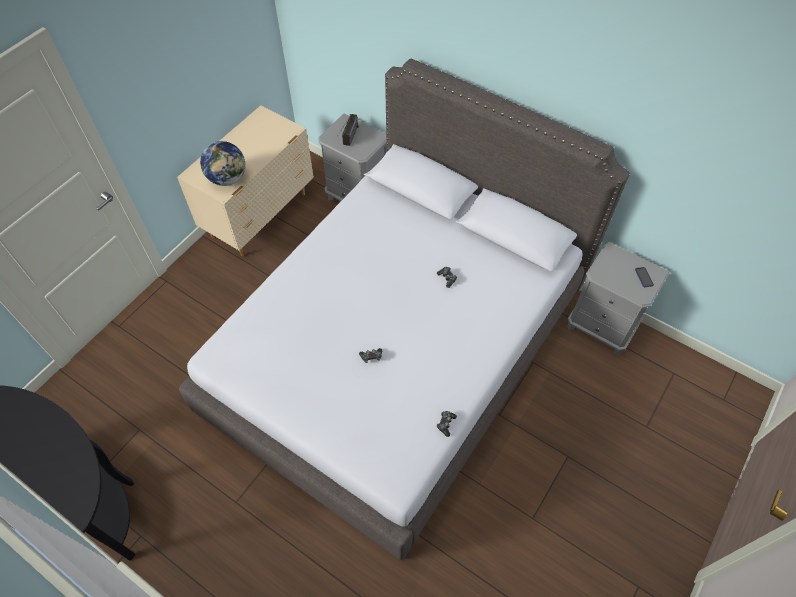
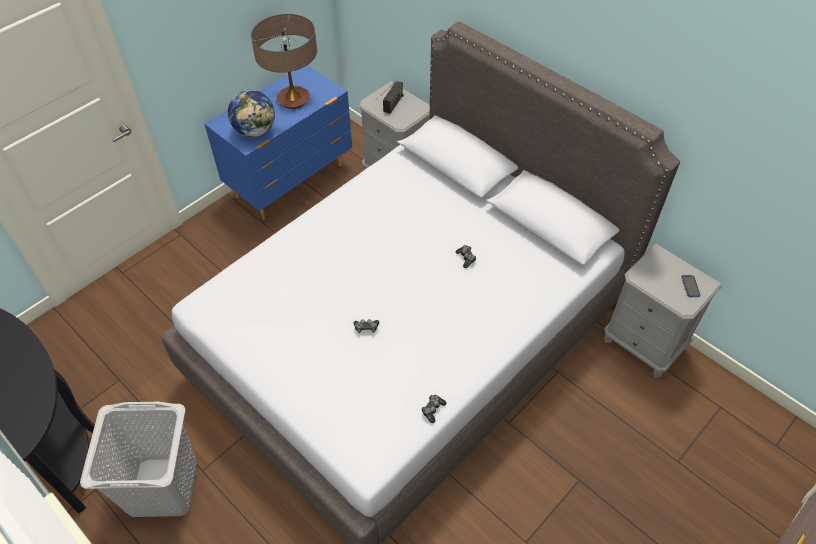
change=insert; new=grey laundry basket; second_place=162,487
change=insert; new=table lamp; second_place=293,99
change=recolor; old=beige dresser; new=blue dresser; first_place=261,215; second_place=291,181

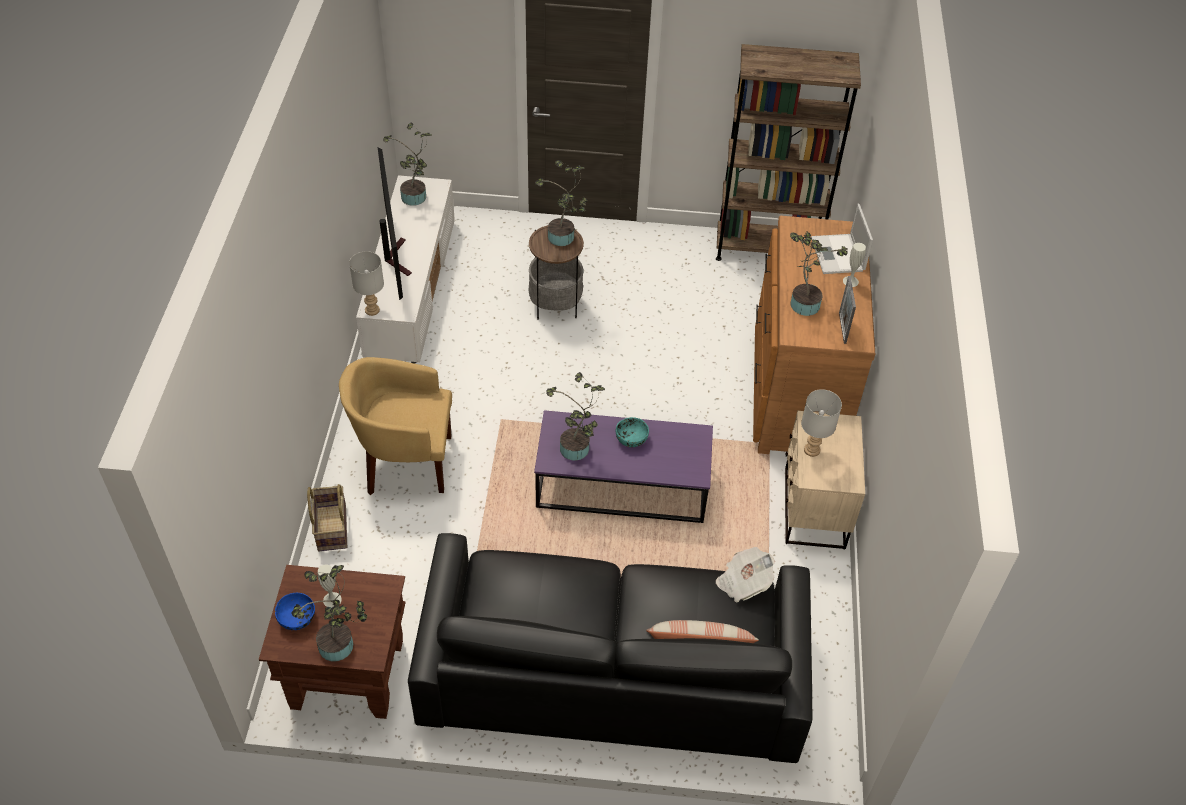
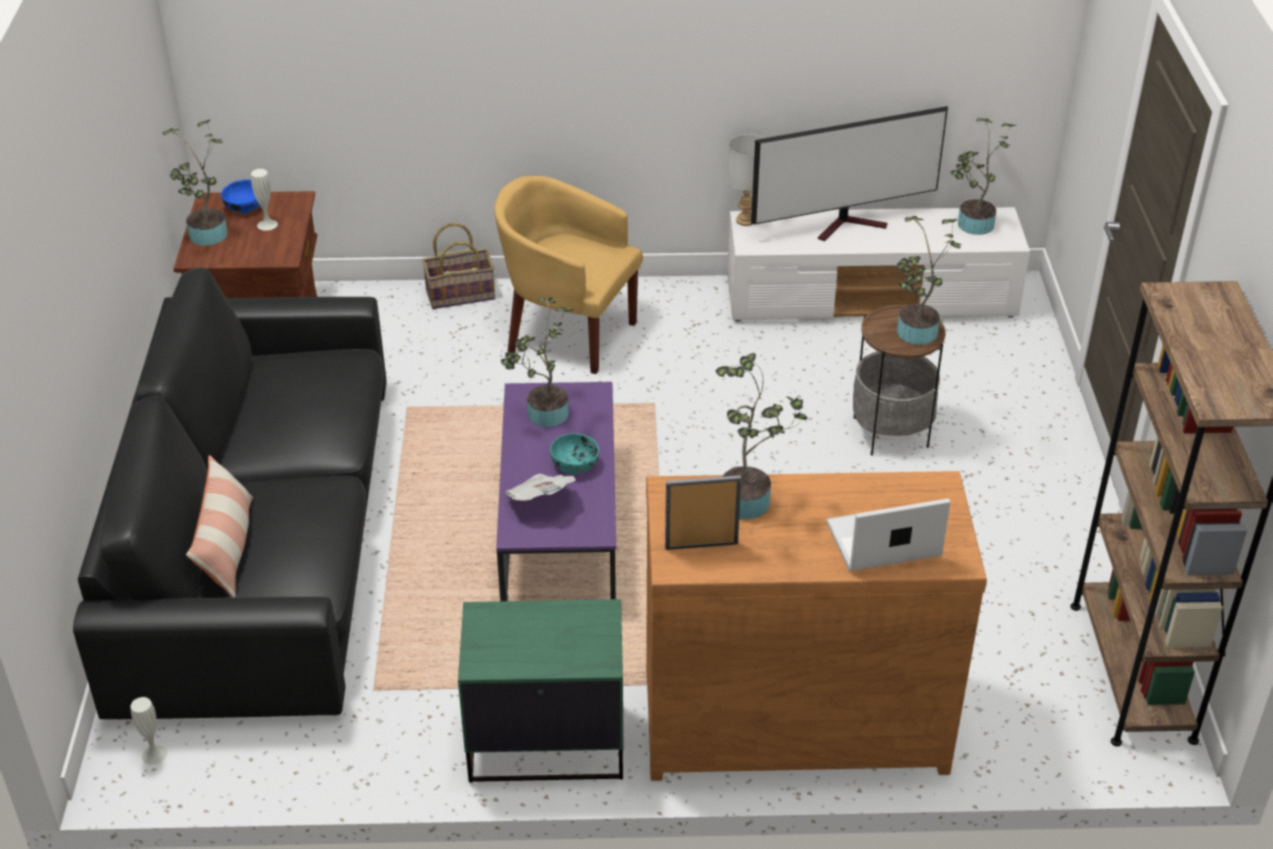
change=delete; old=grey table lamp; first_place=811,450
change=move; old=newspaper; first_place=743,582; second_place=541,500
change=move; old=white vase; first_place=850,281; second_place=154,754
change=recolor; old=beige nightstand; new=green nightstand; first_place=813,508; second_place=545,741
change=rotate; old=yellow armchair; first_place=405,462; second_place=567,334; degrees=-60

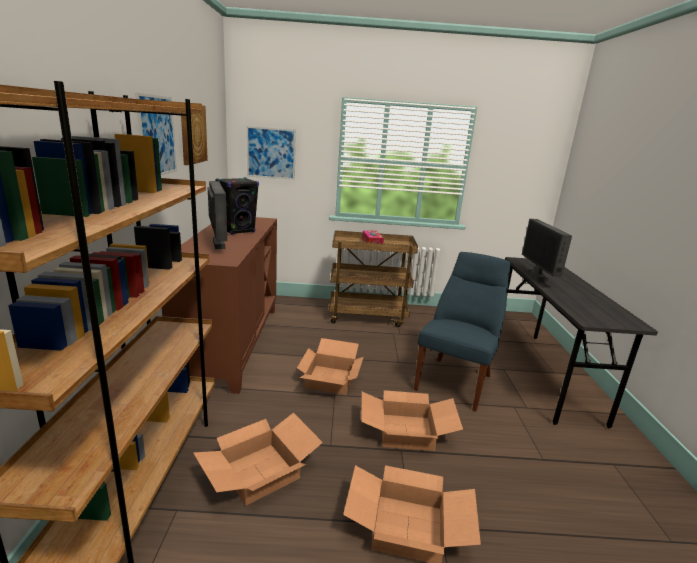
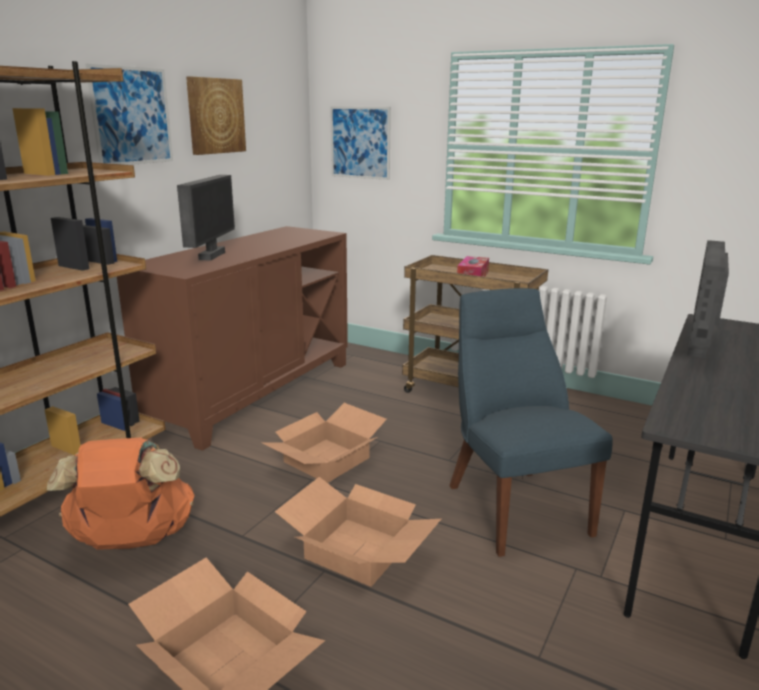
change=delete; old=black speaker; first_place=238,231
change=replace; old=cardboard box; new=orange backpack; first_place=259,474; second_place=132,541
change=rotate; old=blue chair; first_place=455,381; second_place=513,506; degrees=-75

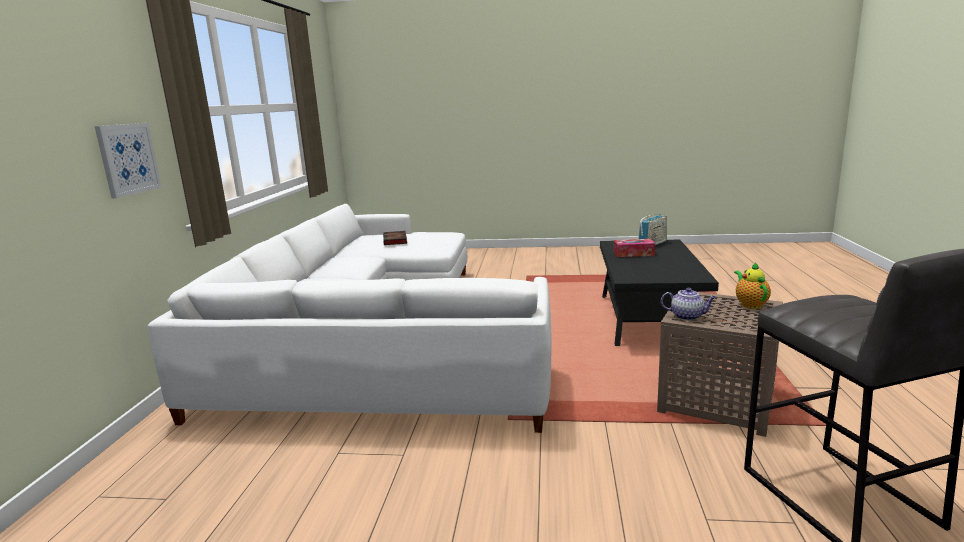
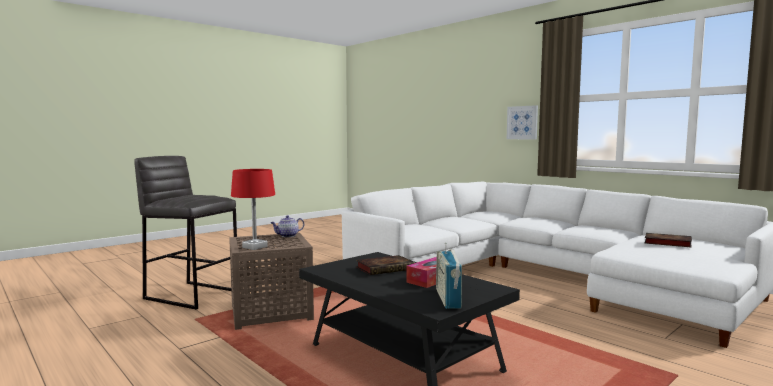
change=insert; new=book; second_place=386,268
change=replace; old=teapot; new=red table lamp; first_place=750,304; second_place=254,247

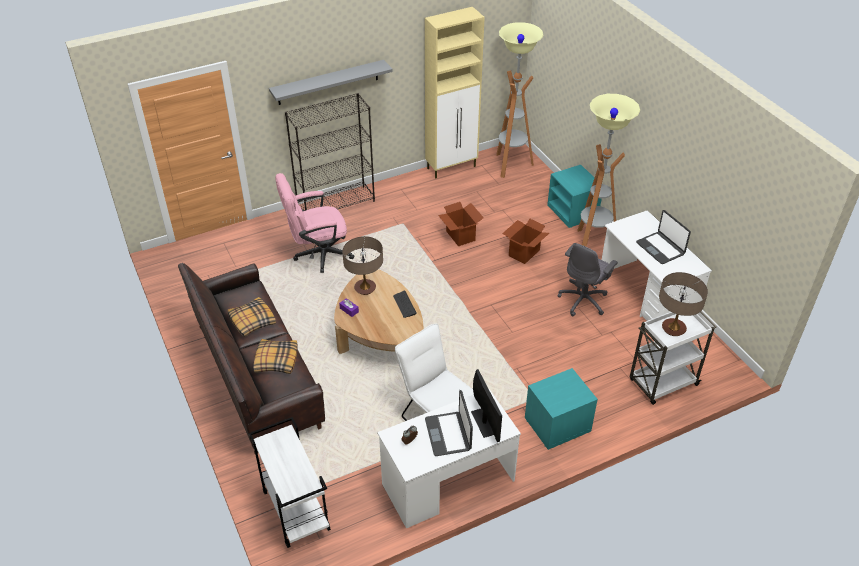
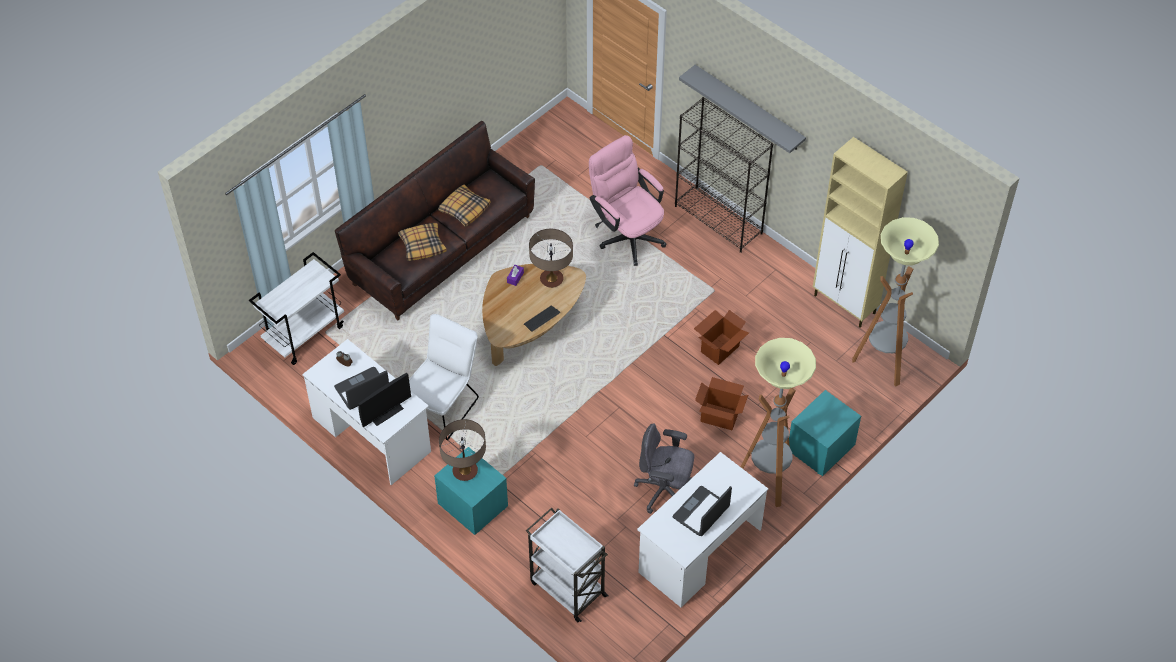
change=move; old=table lamp; first_place=673,329; second_place=465,471

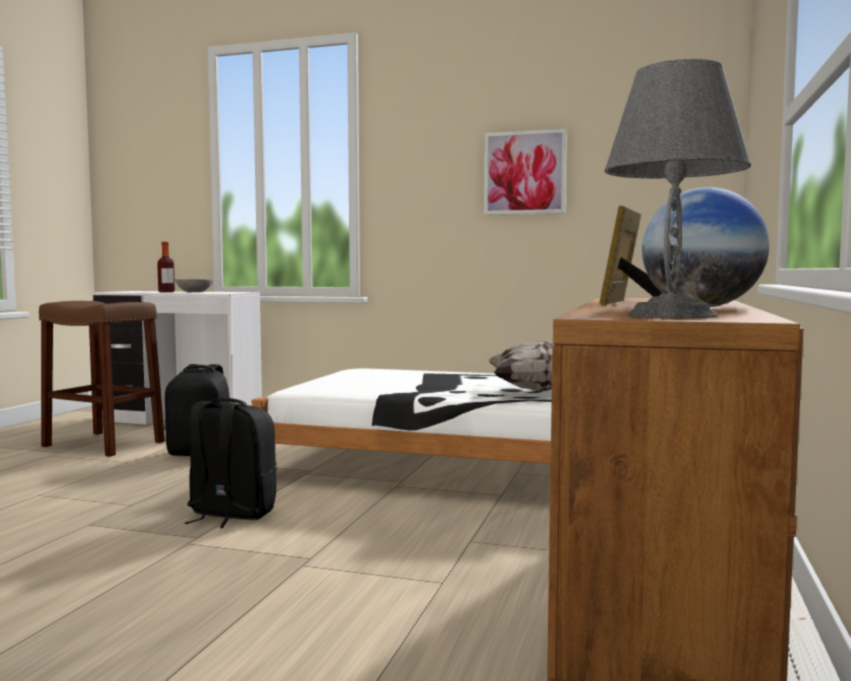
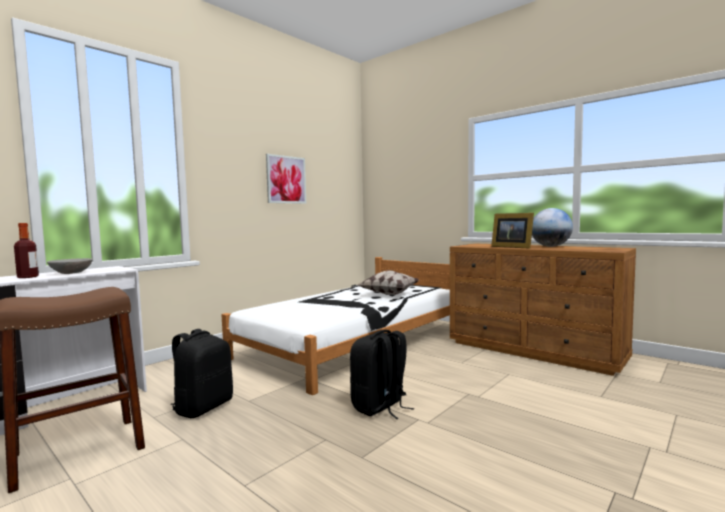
change=delete; old=grey table lamp; first_place=672,315

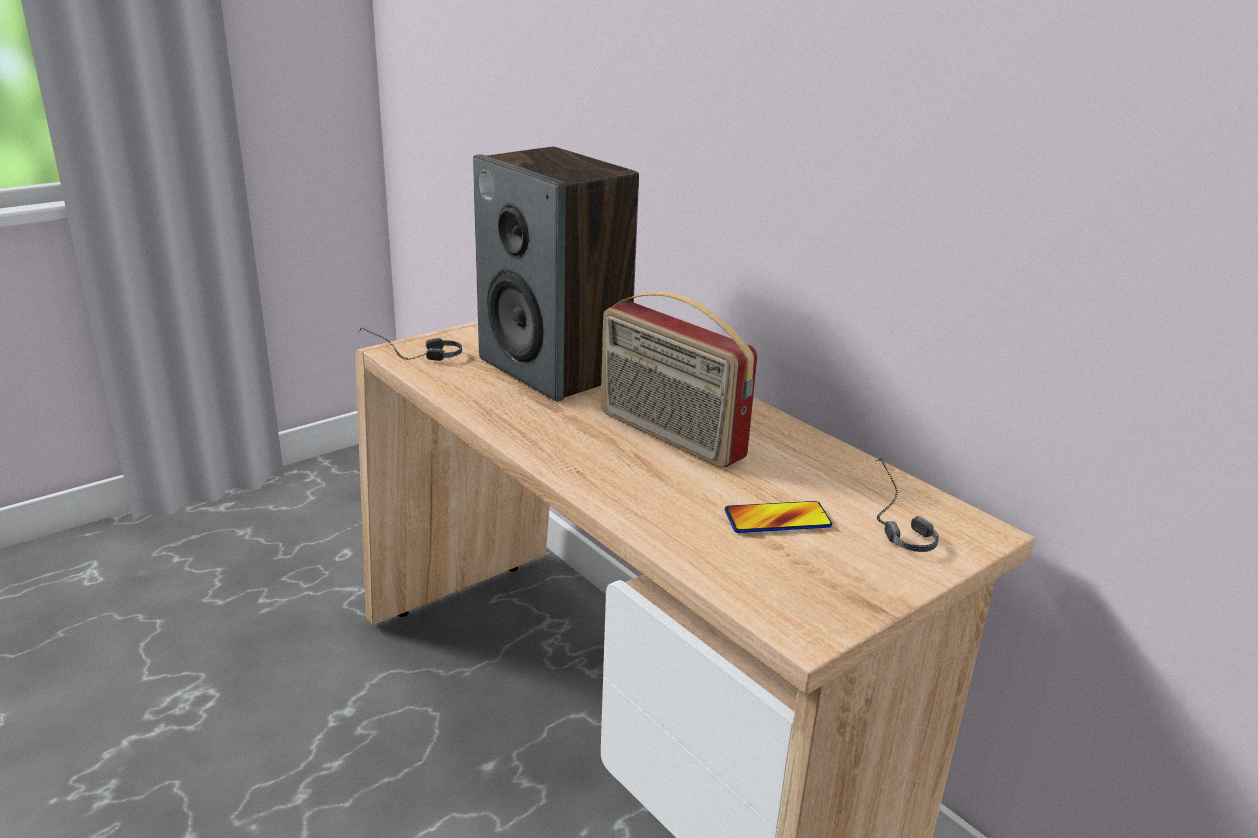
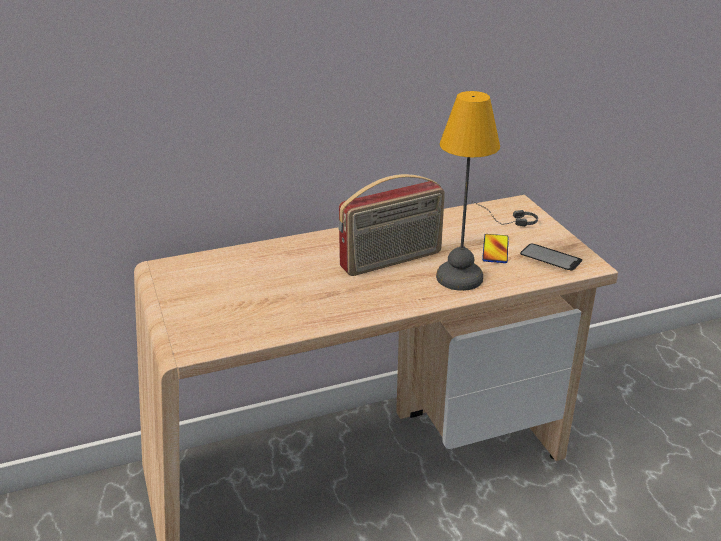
change=delete; old=headphones; first_place=411,356
change=delete; old=speaker; first_place=555,368
change=insert; new=table lamp; second_place=461,278
change=insert; new=phone; second_place=550,259

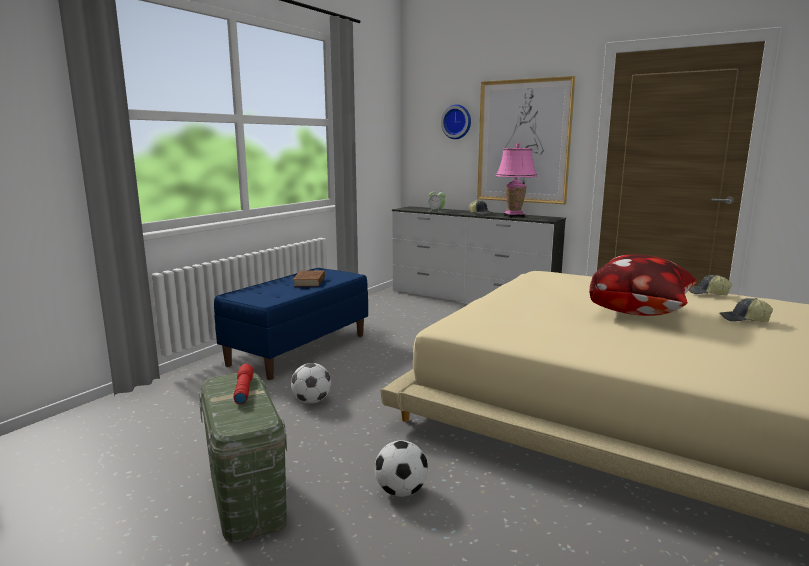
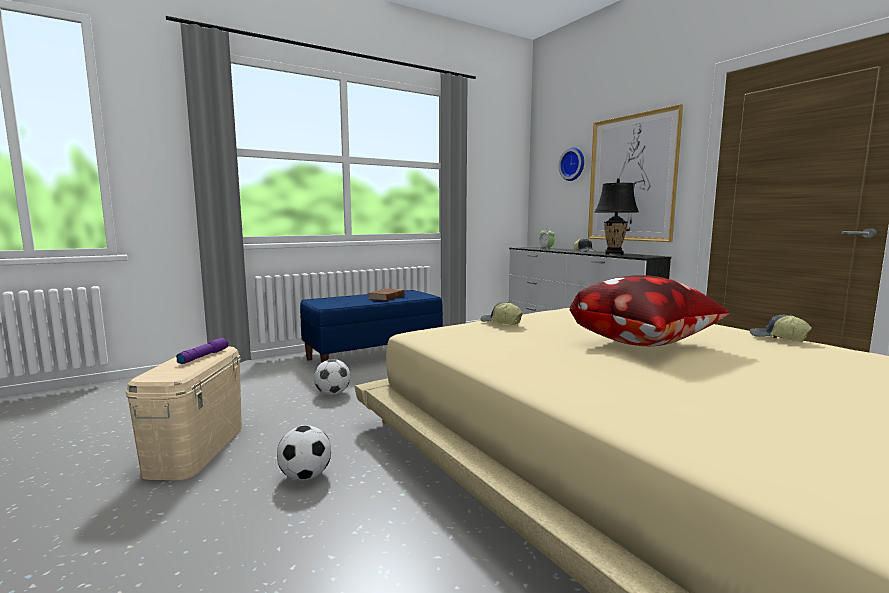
change=move; old=cap; first_place=743,320; second_place=500,323
change=recolor; old=green storage box; new=beige storage box; first_place=246,496; second_place=196,449
change=recolor; old=red flashlight; new=purple flashlight; first_place=243,390; second_place=203,356
change=recolor; old=pink table lamp; new=black table lamp; first_place=514,216; second_place=613,254

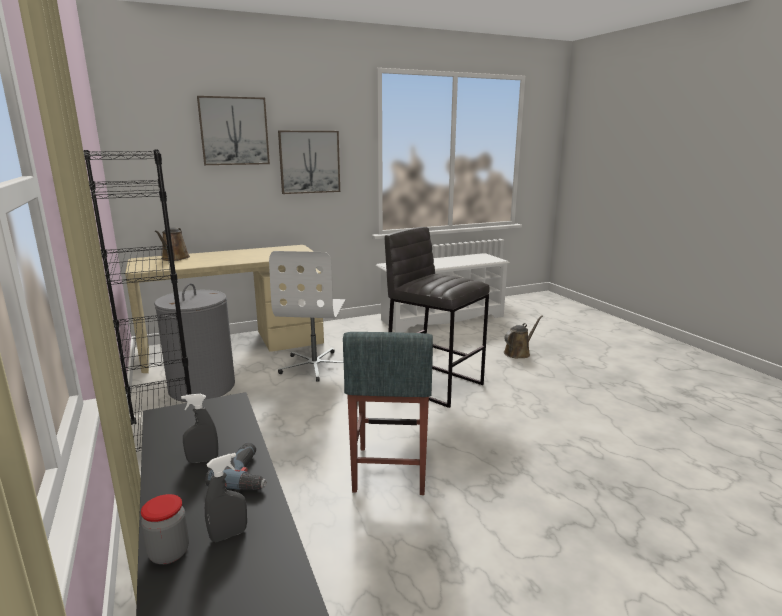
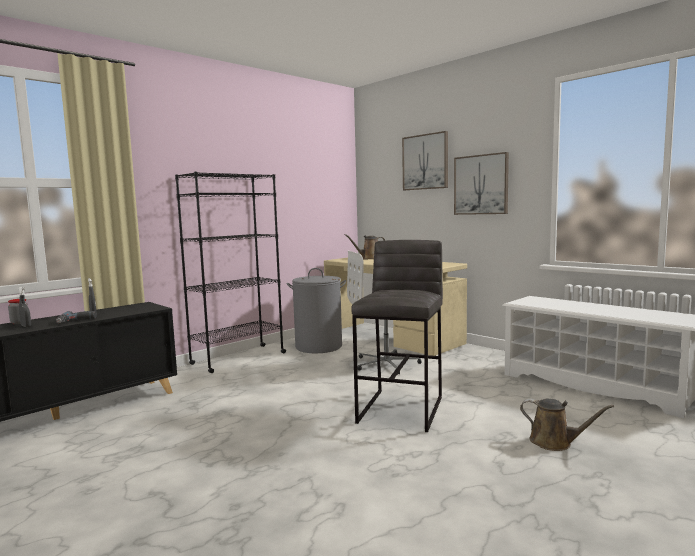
change=delete; old=grey stool; first_place=390,470

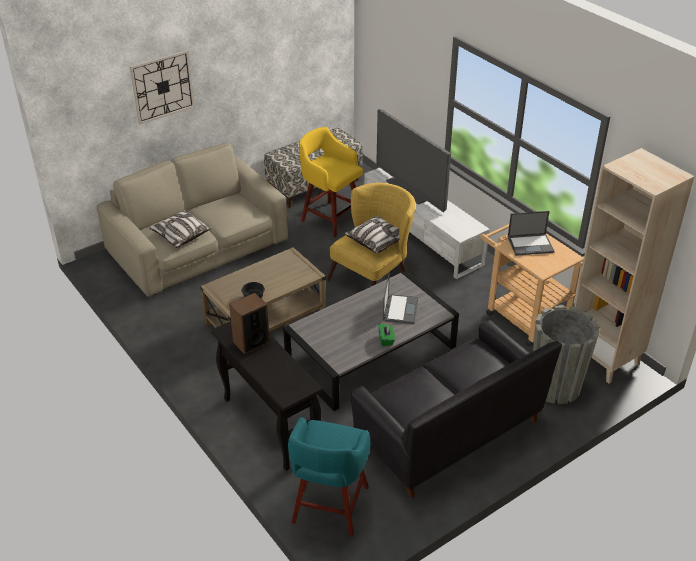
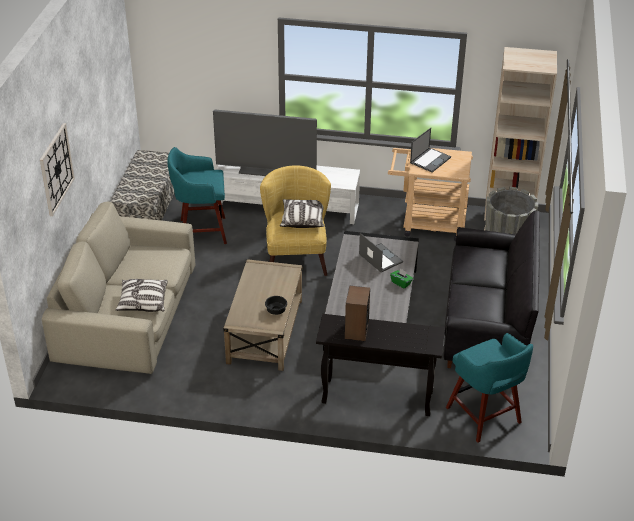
change=recolor; old=yellow stool; new=turquoise stool; first_place=330,218; second_place=201,231

